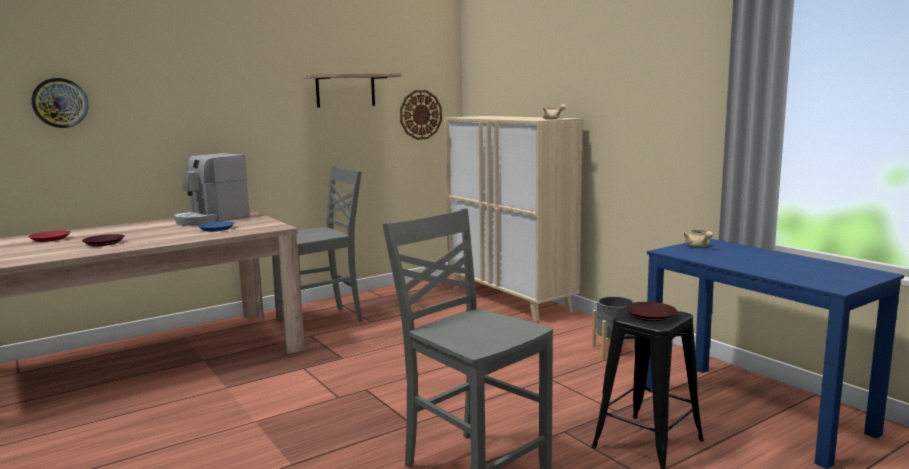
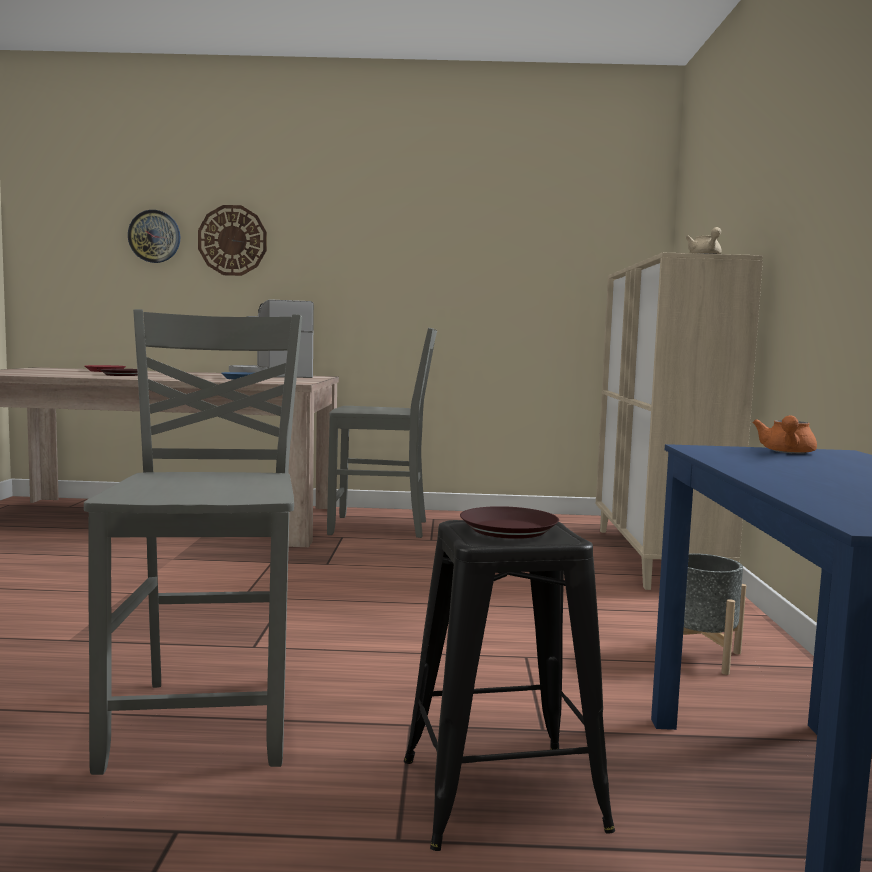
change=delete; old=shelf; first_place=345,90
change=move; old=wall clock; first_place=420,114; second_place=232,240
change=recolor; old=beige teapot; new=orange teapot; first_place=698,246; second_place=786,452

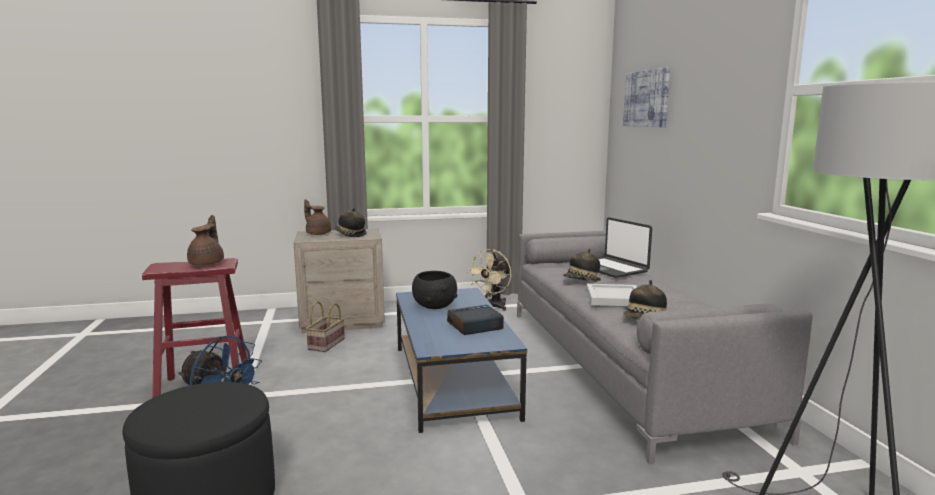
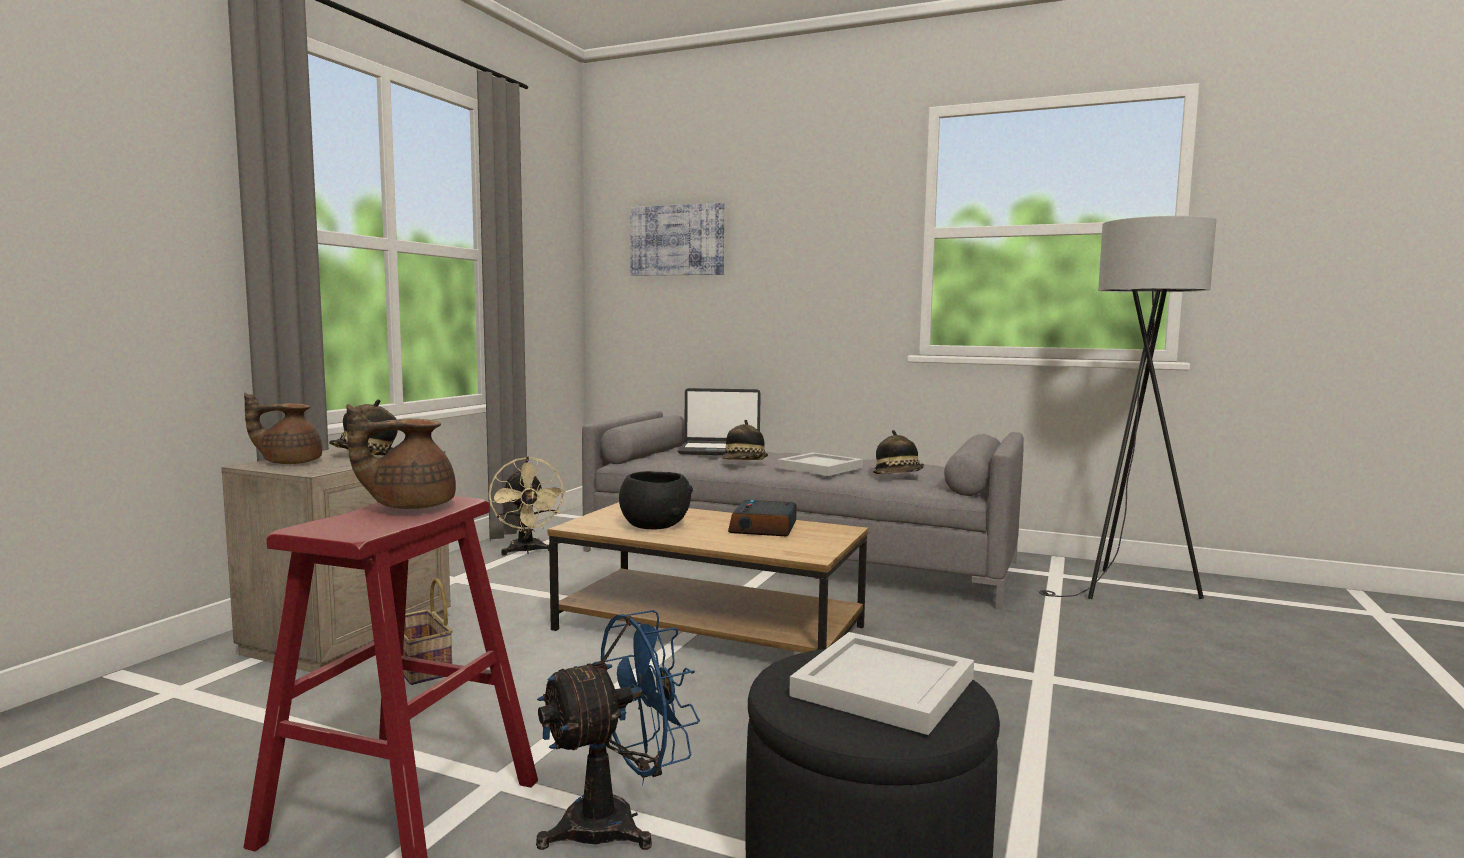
change=insert; new=white tray; second_place=886,687
change=recolor; old=blue coffee table; new=brown coffee table; first_place=453,380; second_place=709,627
change=rotate; old=brown teapot; first_place=207,263; second_place=410,506; degrees=-60

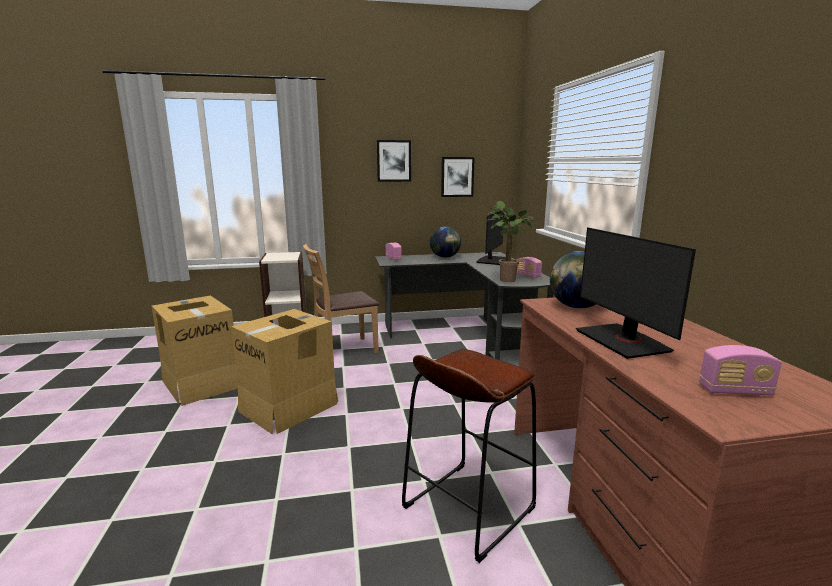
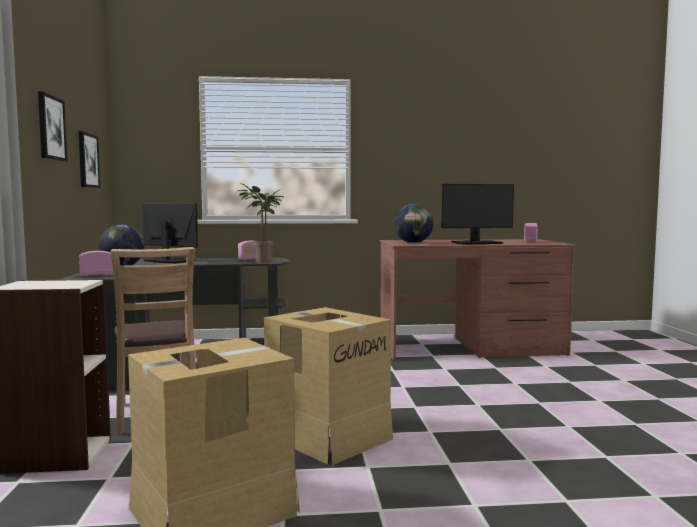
change=delete; old=brown stool; first_place=468,507

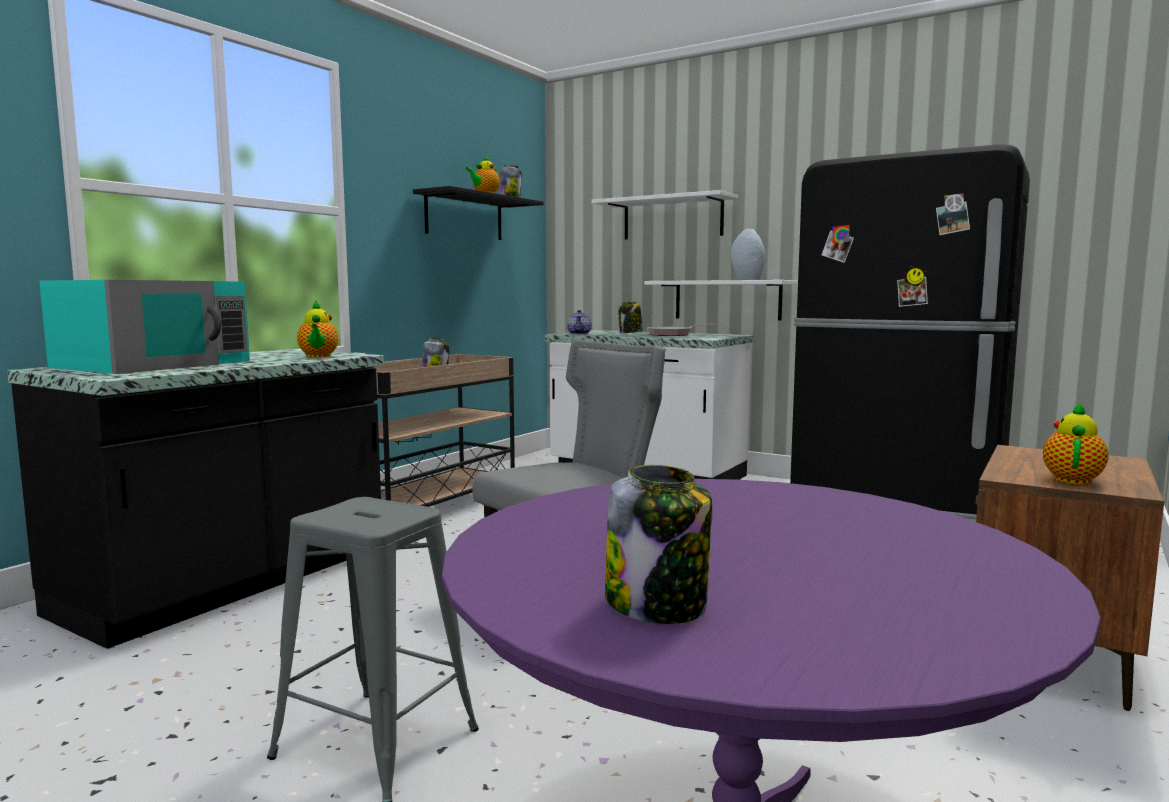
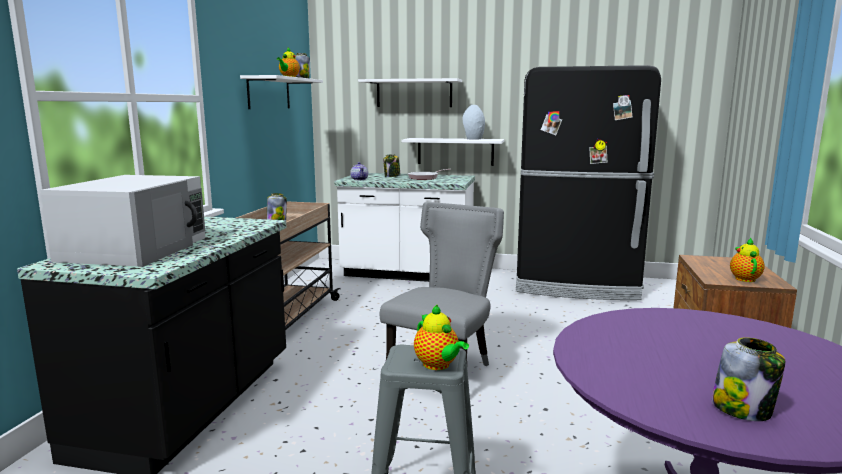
change=move; old=teapot; first_place=318,357; second_place=438,365
change=recolor; old=turquoise microwave; new=white microwave; first_place=155,364; second_place=136,248
change=recolor; old=black shelf; new=white shelf; first_place=464,217; second_place=269,93

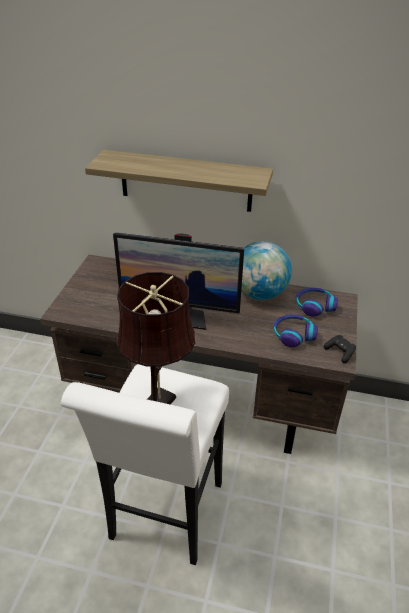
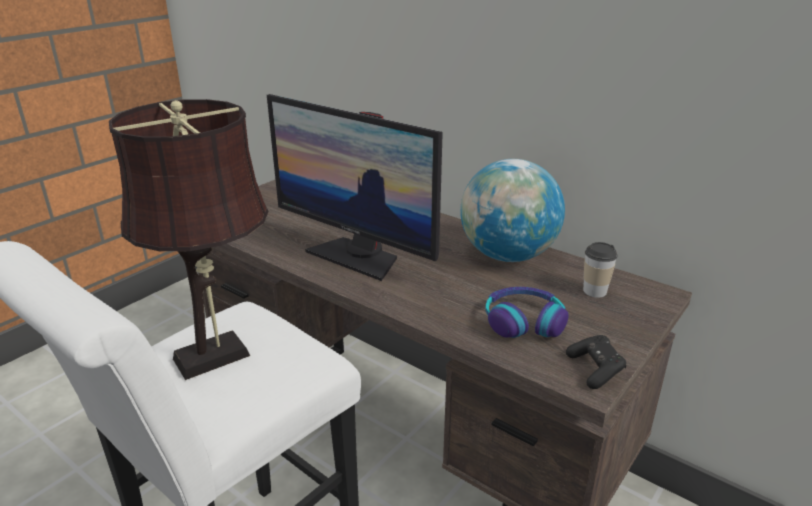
change=delete; old=shelf; first_place=185,181
change=replace; old=headphones; new=cup; first_place=314,306; second_place=594,291

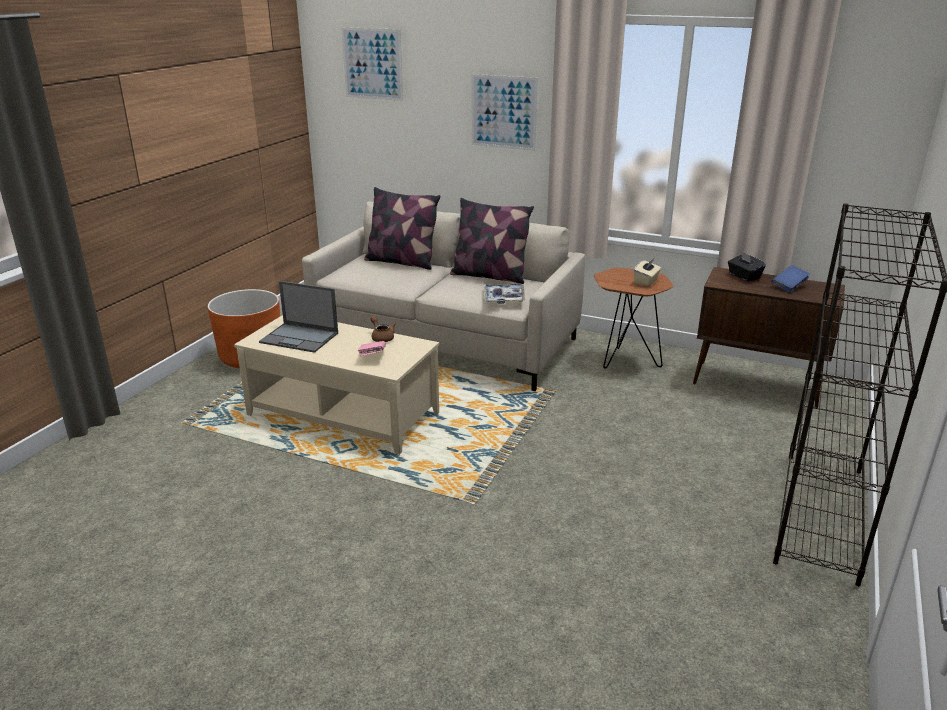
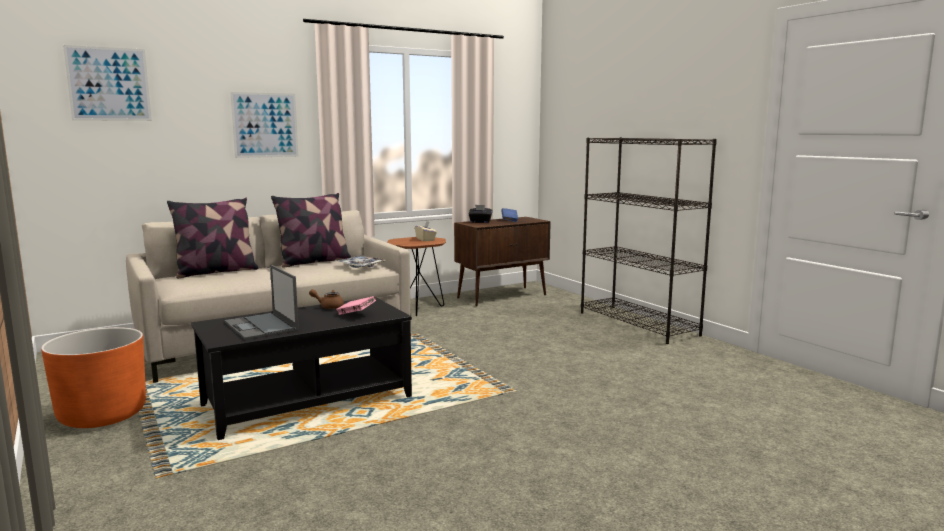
change=recolor; old=beige coffee table; new=black coffee table; first_place=344,413; second_place=307,401
change=rotate; old=laptop; first_place=300,338; second_place=261,326; degrees=90

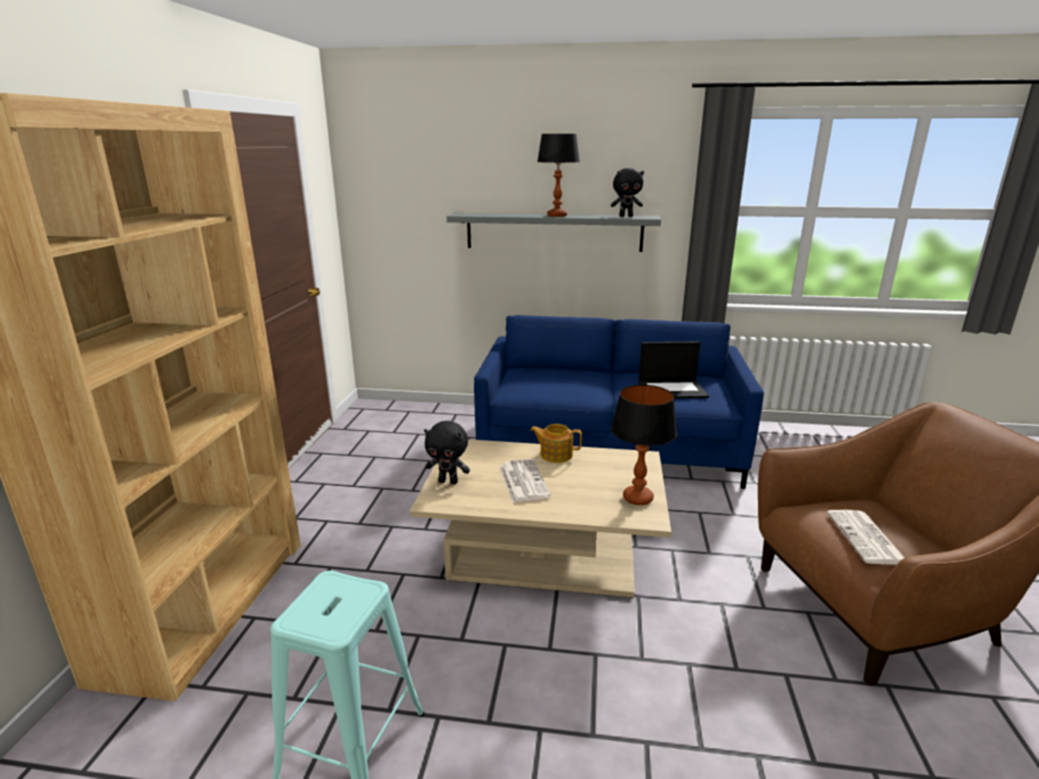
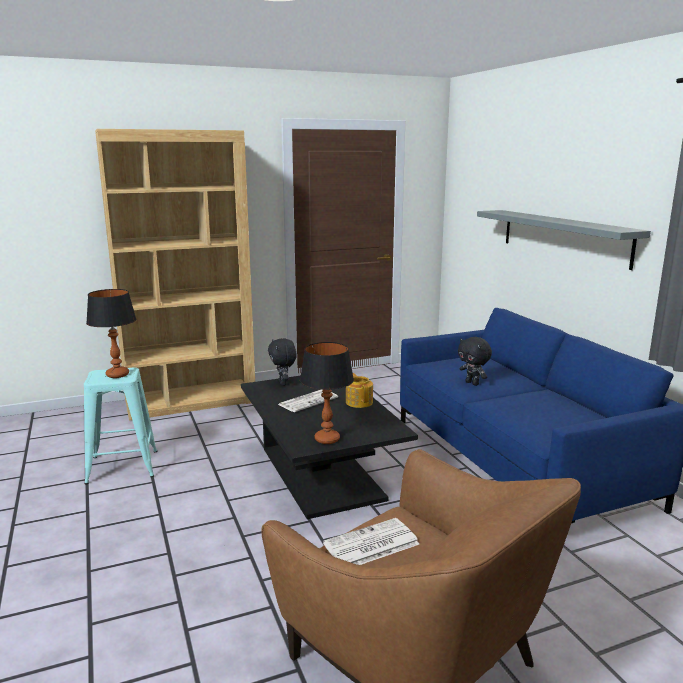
change=delete; old=laptop; first_place=672,389
change=move; old=table lamp; first_place=557,215; second_place=118,375
change=move; old=black plush toy; first_place=626,216; second_place=472,383
change=recolor; old=beige coffee table; new=black coffee table; first_place=543,555; second_place=321,473

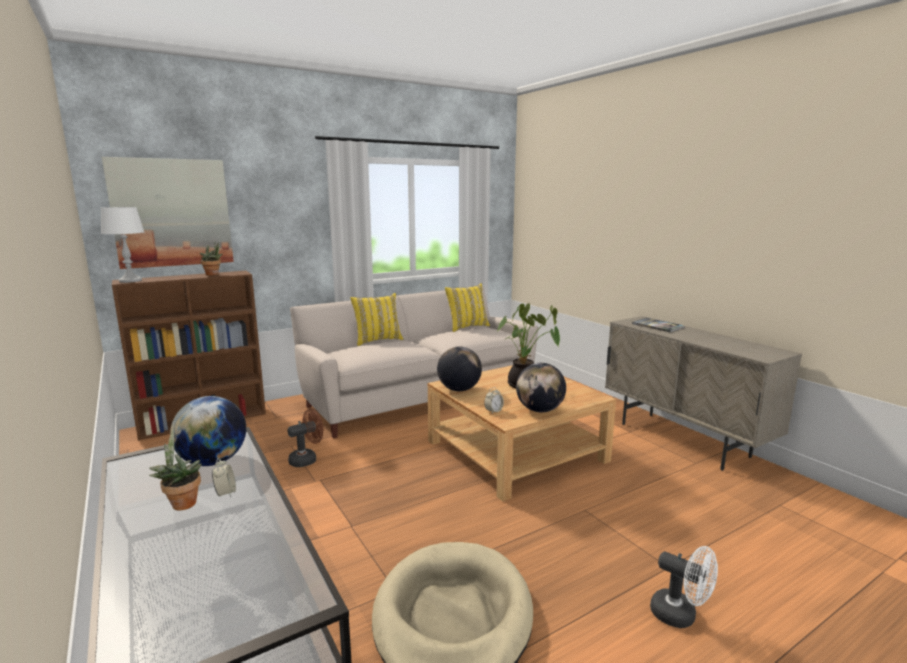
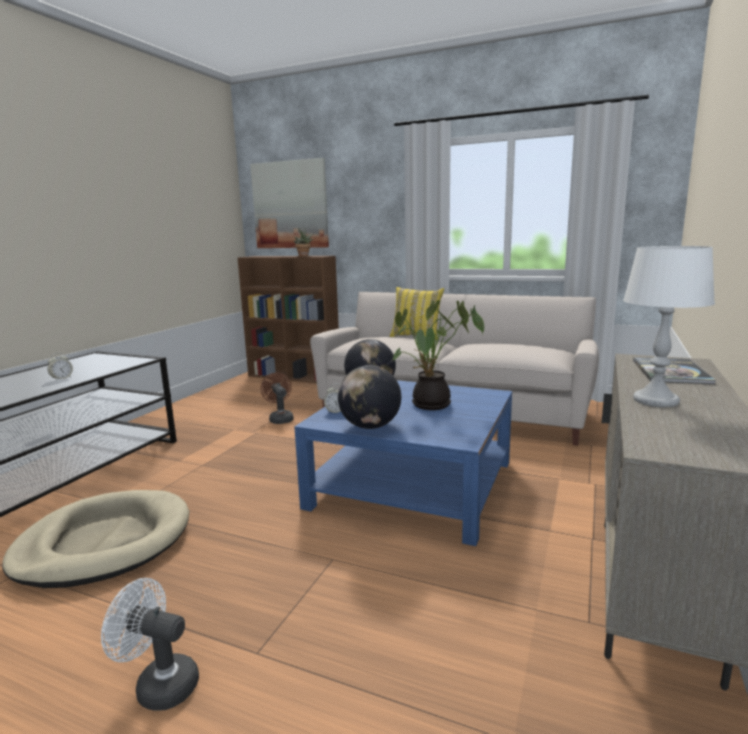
change=delete; old=potted plant; first_place=182,503
change=delete; old=globe; first_place=213,461
change=delete; old=yellow pillow; first_place=466,327
change=move; old=white table lamp; first_place=130,281; second_place=655,400
change=recolor; old=beige coffee table; new=blue coffee table; first_place=515,451; second_place=412,484
change=rotate; old=brown fan; first_place=307,459; second_place=280,419; degrees=-135
change=rotate; old=white fan; first_place=680,615; second_place=159,684; degrees=105

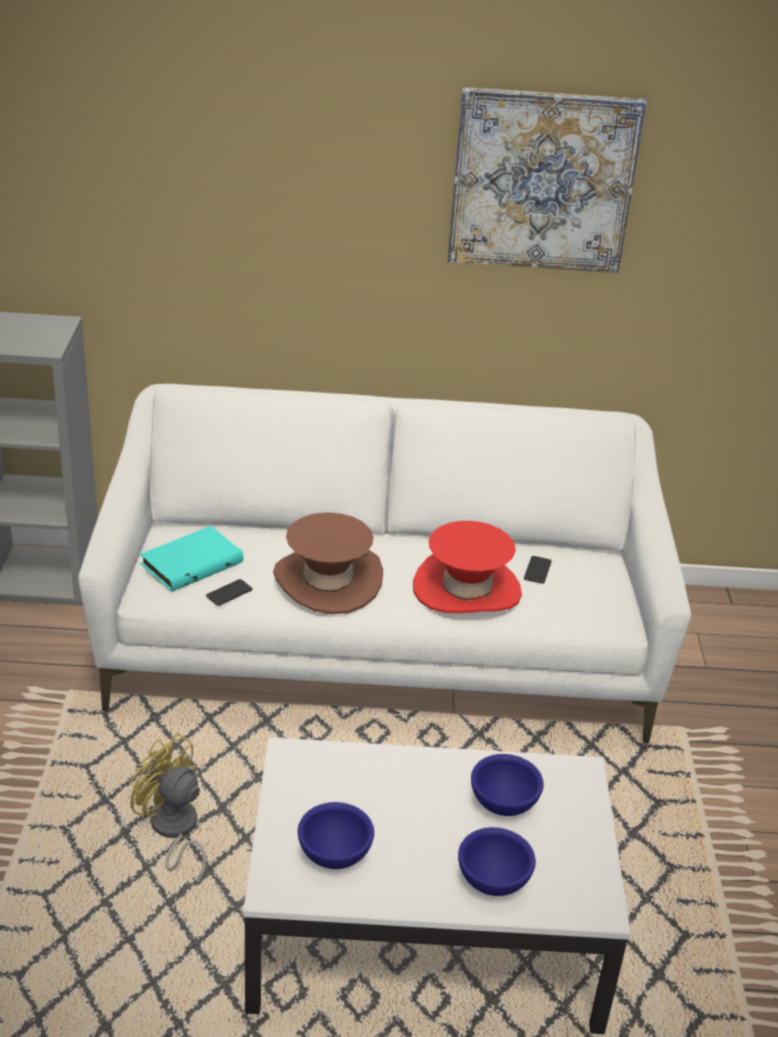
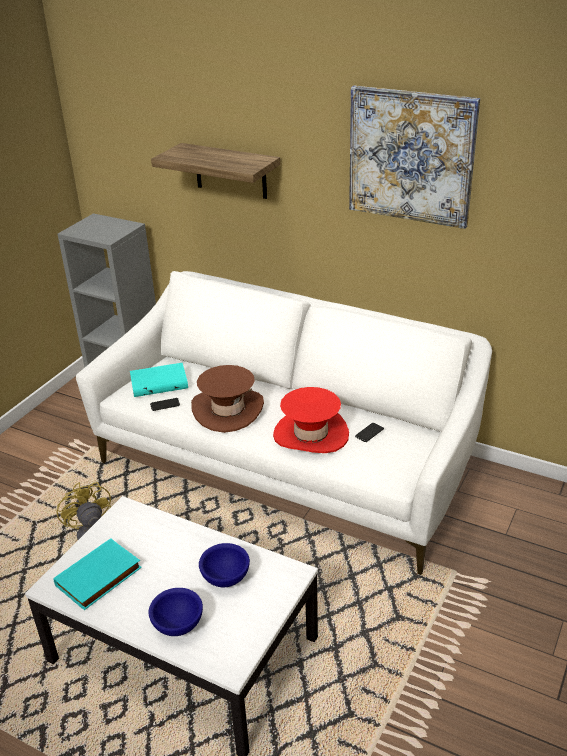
change=insert; new=shelf; second_place=230,171
change=replace; old=blue bowl; new=turquoise book; first_place=335,856; second_place=99,578

